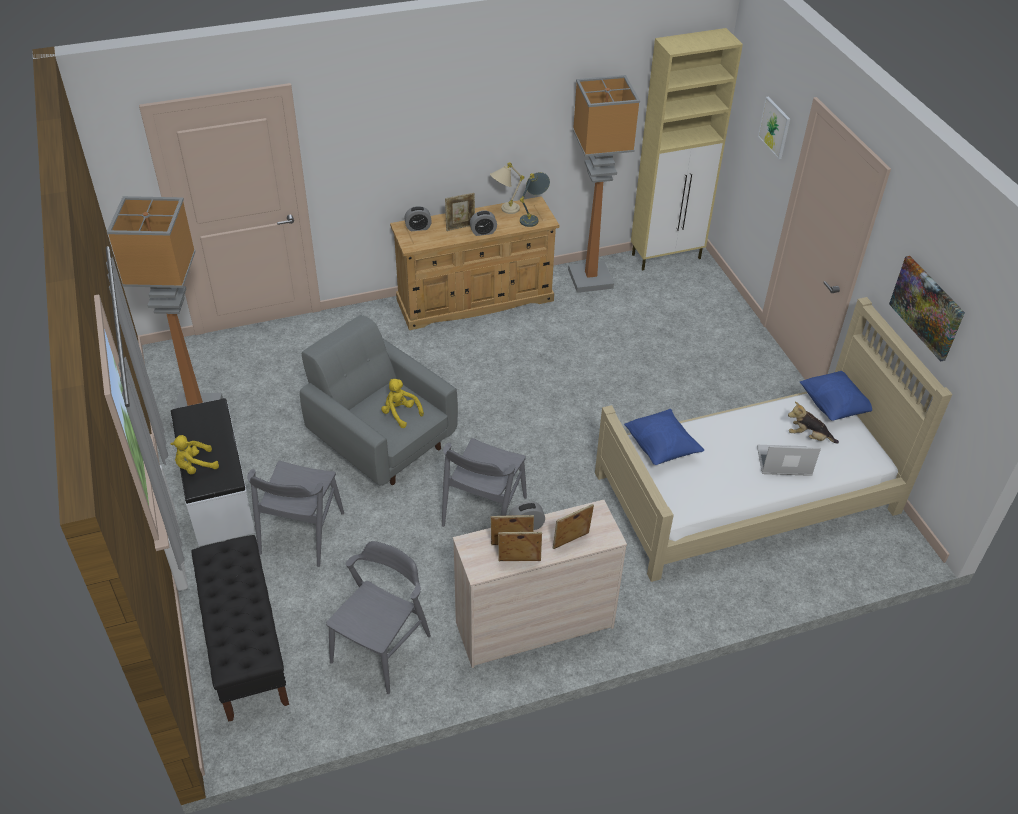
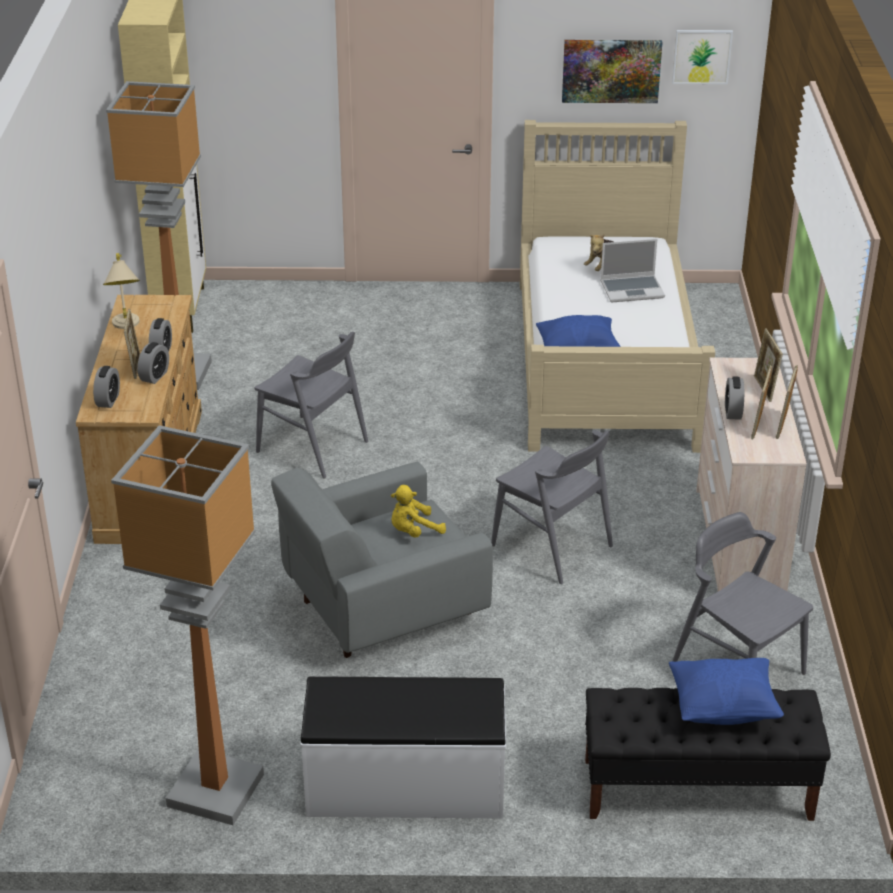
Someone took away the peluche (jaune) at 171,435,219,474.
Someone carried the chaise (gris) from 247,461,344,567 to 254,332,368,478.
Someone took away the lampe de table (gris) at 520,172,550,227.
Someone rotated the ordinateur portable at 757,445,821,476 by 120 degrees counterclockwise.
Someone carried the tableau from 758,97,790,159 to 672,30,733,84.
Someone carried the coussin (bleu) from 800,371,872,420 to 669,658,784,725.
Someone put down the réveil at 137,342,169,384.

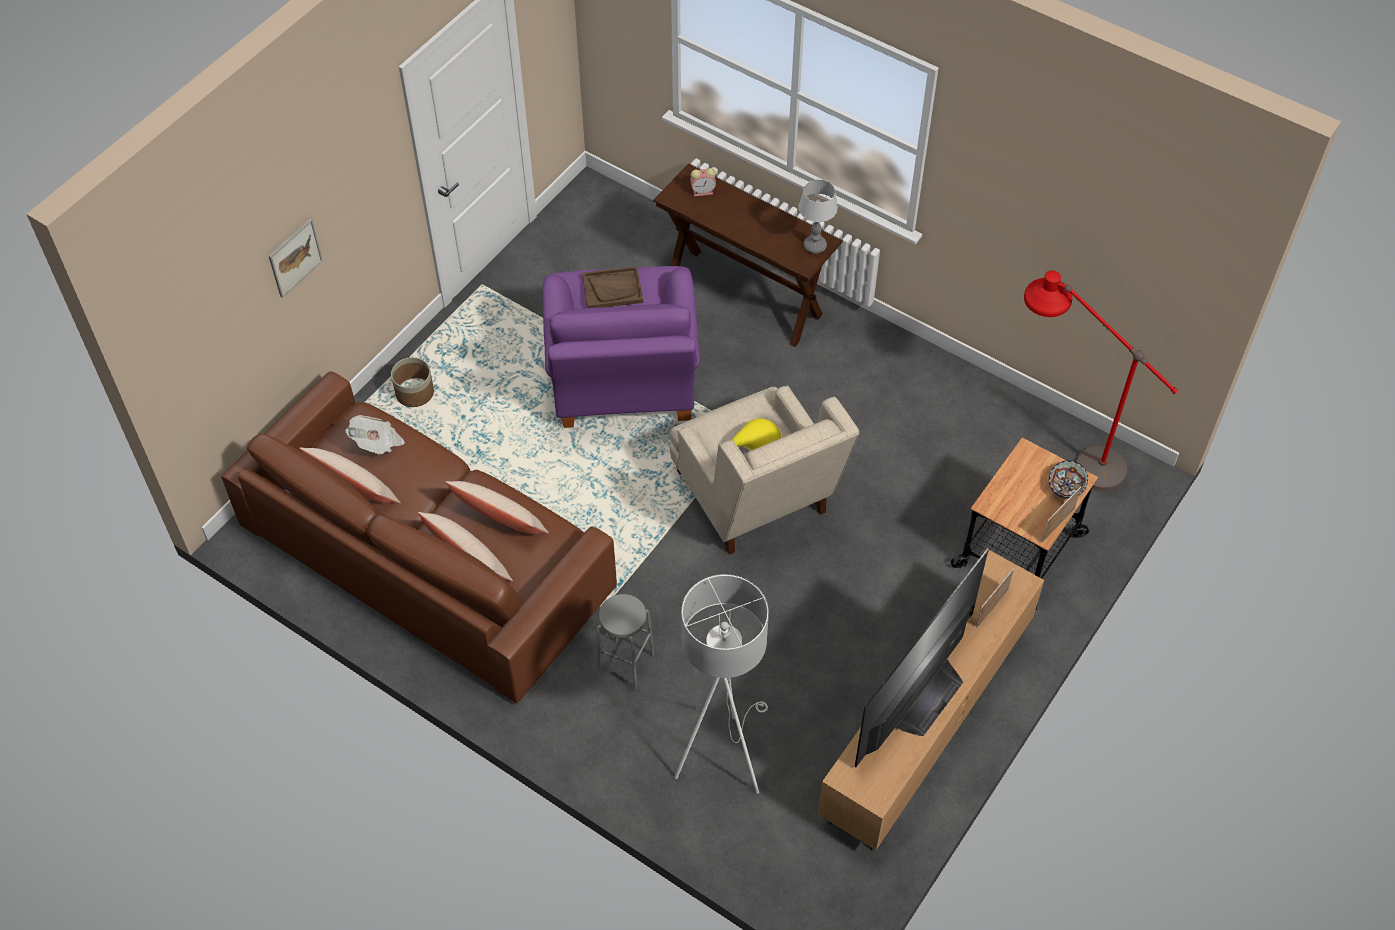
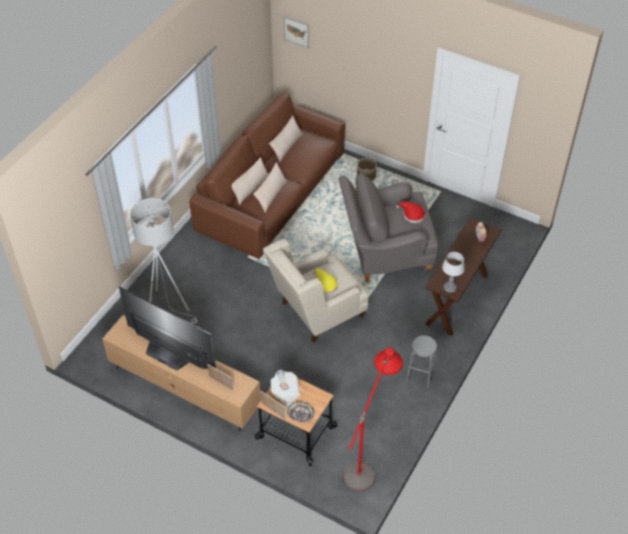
Someone carried the tableau from 269,219,323,298 to 284,16,309,48.
Someone carried the journal from 345,415,405,455 to 271,370,301,406.
Someone repainted the fauteuil (violet) at 543,266,700,428, which became the fauteuil (gris) at 339,173,439,282.
Someone swapped the plateau (marron) at 582,266,643,308 for the chapeau (rouge) at 396,201,425,223.
Someone carried the tabouret (gris) from 596,594,655,690 to 406,335,437,388.

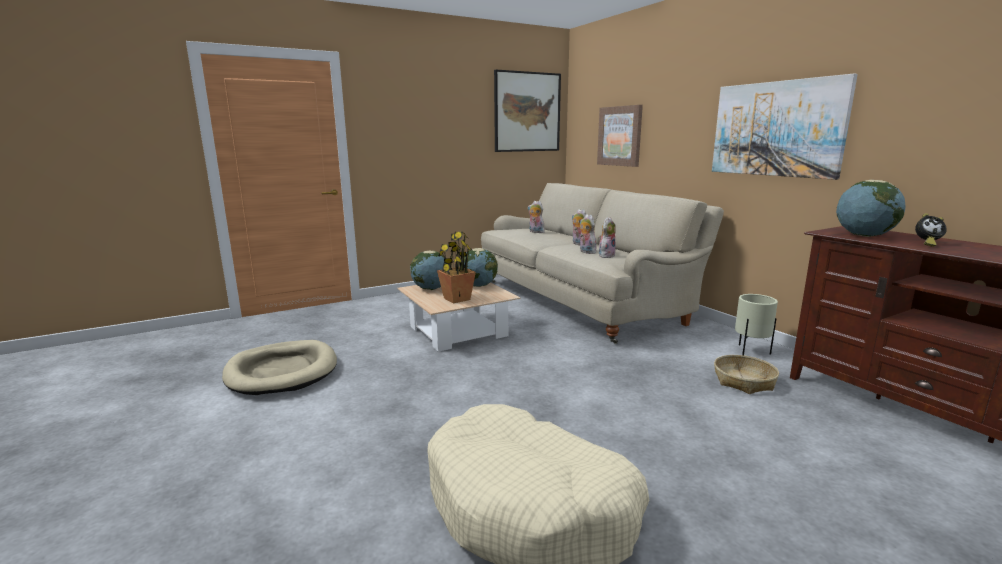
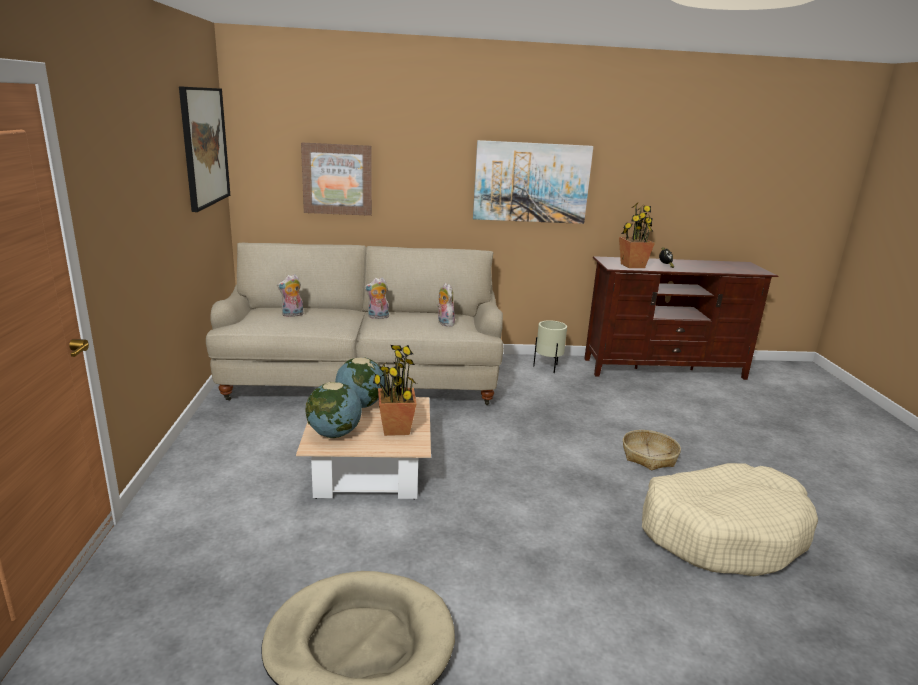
Someone took away the peluche at 580,214,597,254.
Someone carried the panier from 714,355,779,394 to 623,430,681,470.
Someone swapped the globe at 836,180,905,237 for the plante en pot at 619,203,655,268.

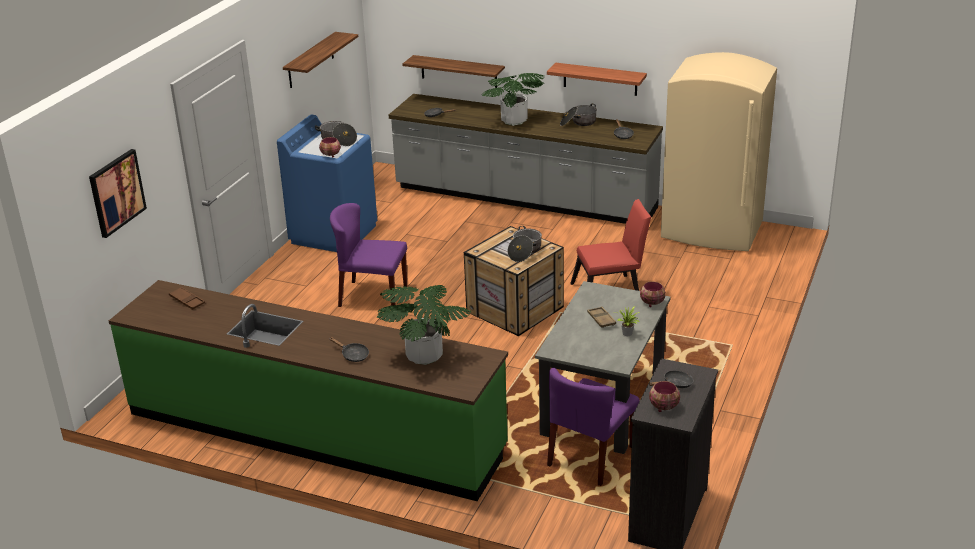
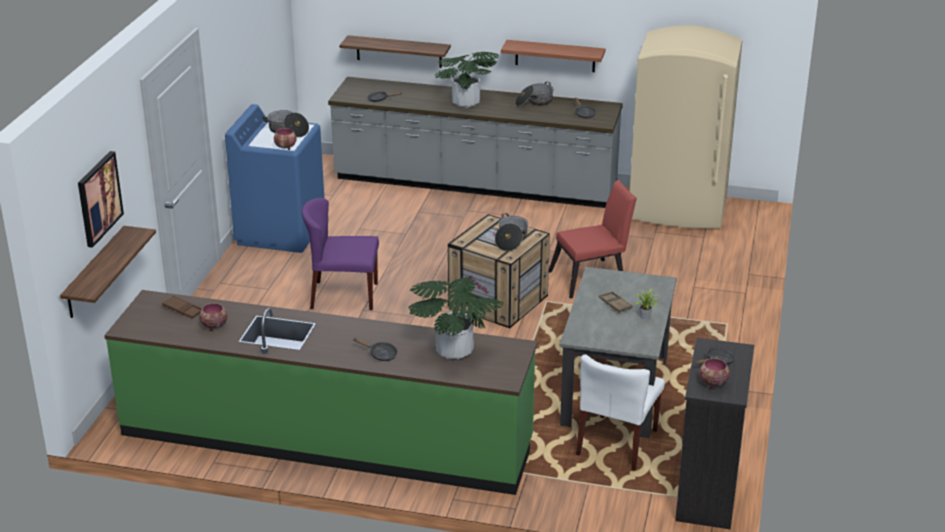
Someone carried the étagère from 283,32,358,88 to 60,226,156,318.
Someone repainted the chaise (violet) at 547,368,640,486, which became the chaise (blanc) at 576,354,665,471.
Someone carried the bol from 640,281,666,307 to 200,303,227,331.

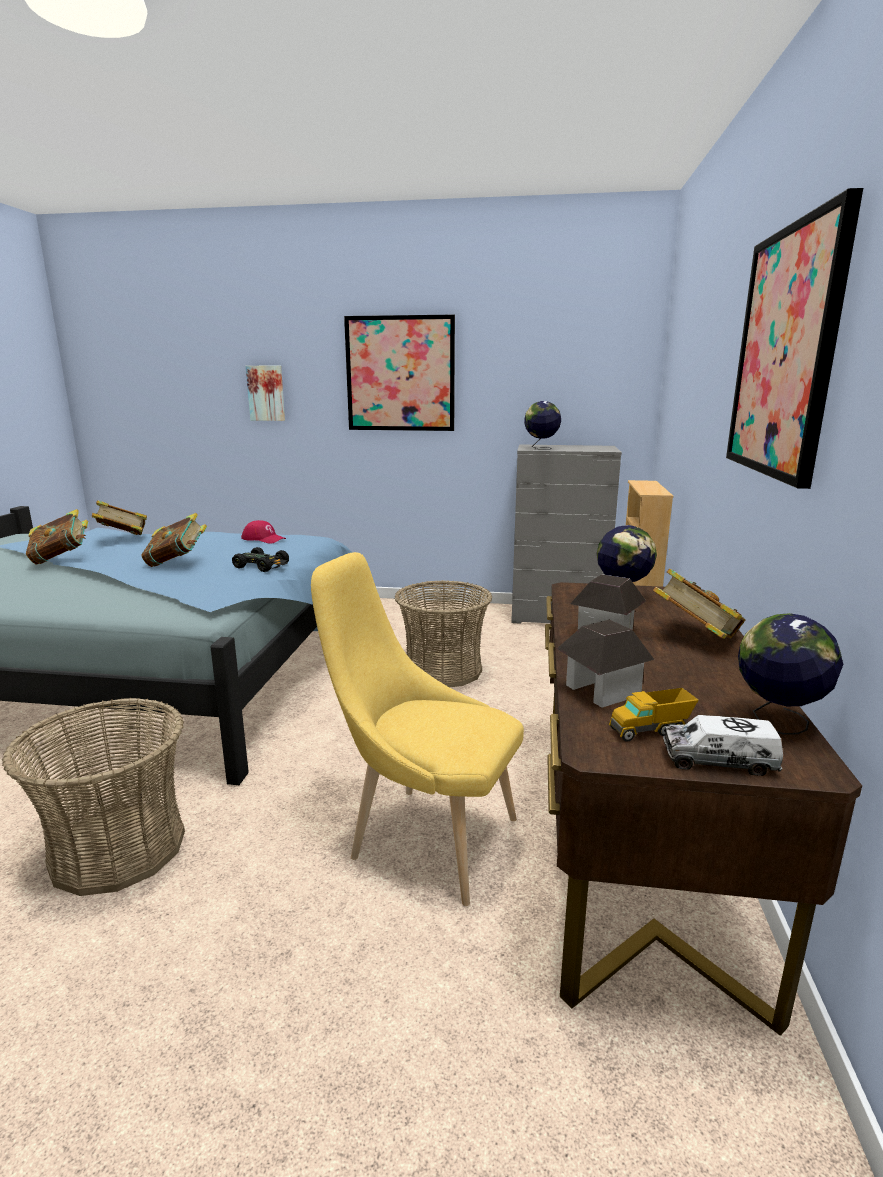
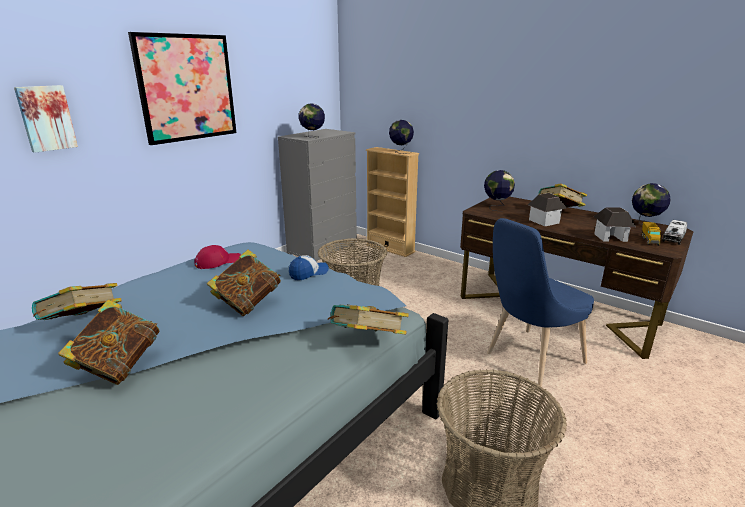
Someone swapped the petite voiture (noir) at 232,547,289,572 for the casquette at 289,255,329,280.
Someone repainted the chaise (jaune) at 311,552,524,906, which became the chaise (bleu) at 487,218,594,387.
Someone took away the tableau at 726,188,863,489.
Someone put down the livre at 328,304,409,335.
Someone put down the globe at 389,120,414,154.

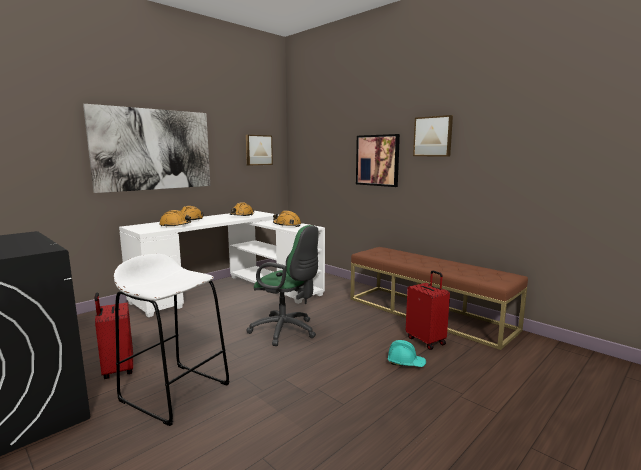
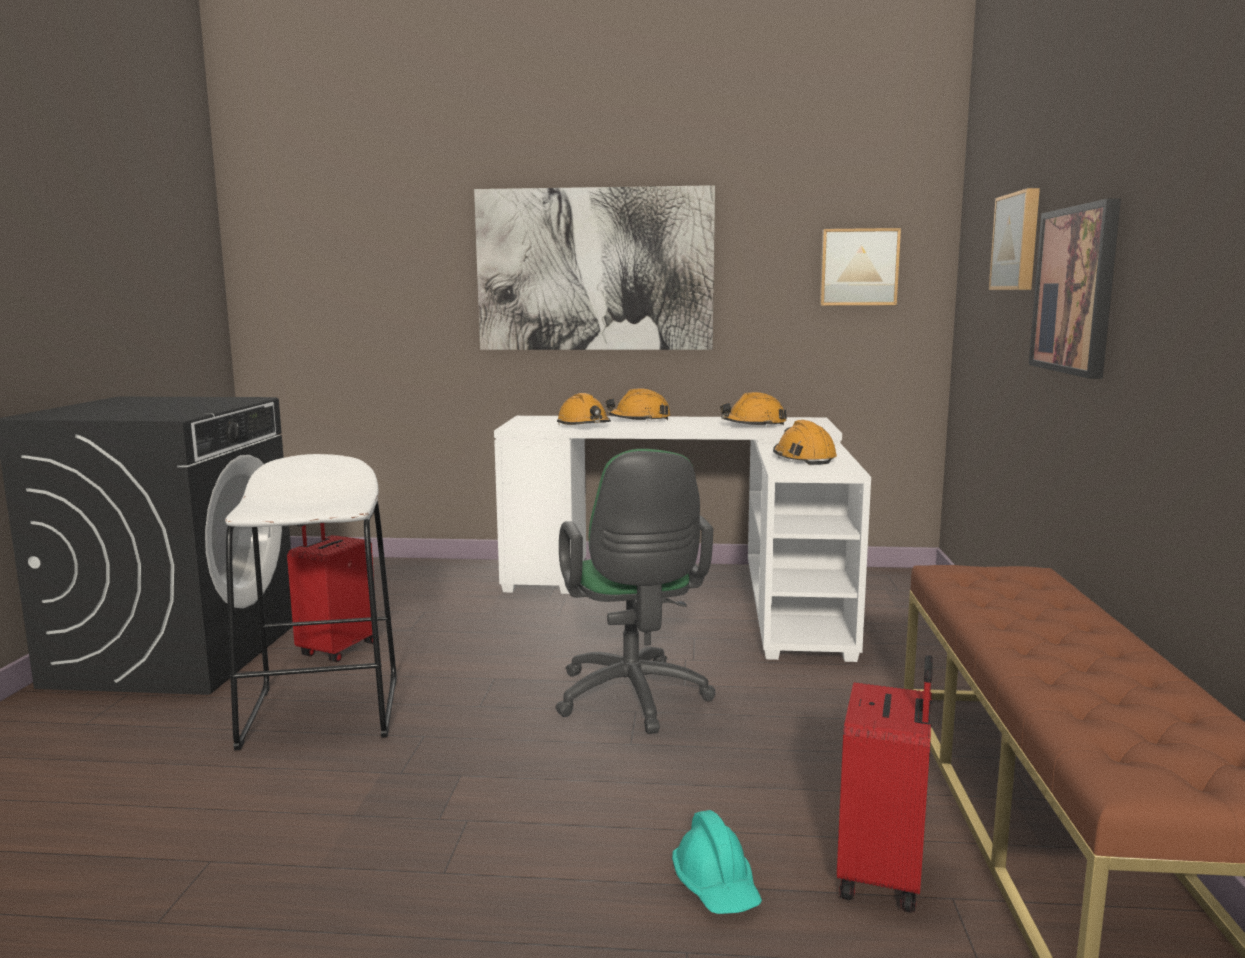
Someone carried the tableau from 413,115,453,156 to 989,188,1040,290.

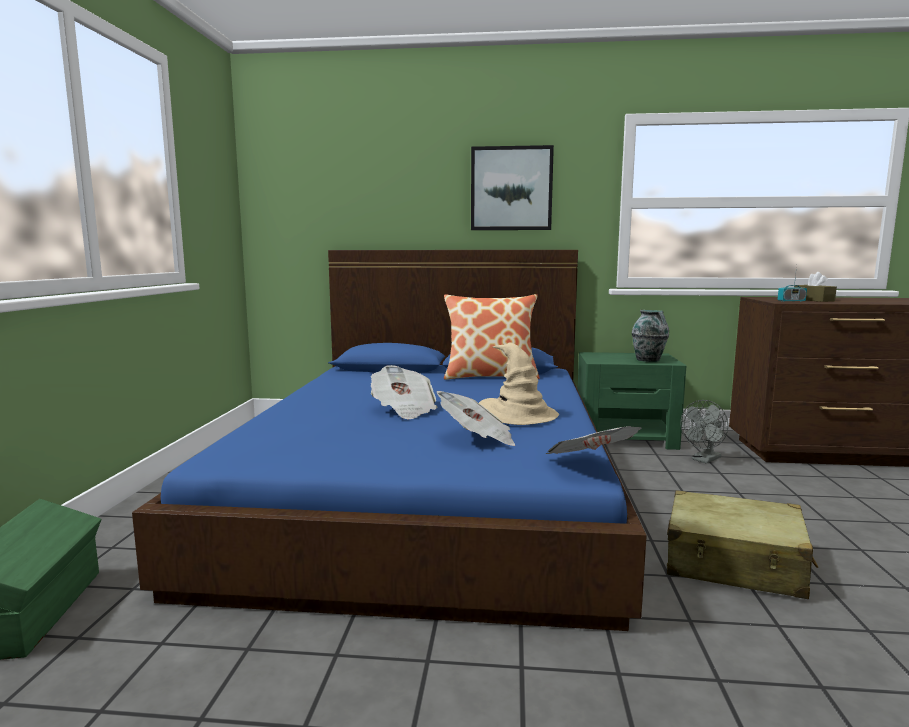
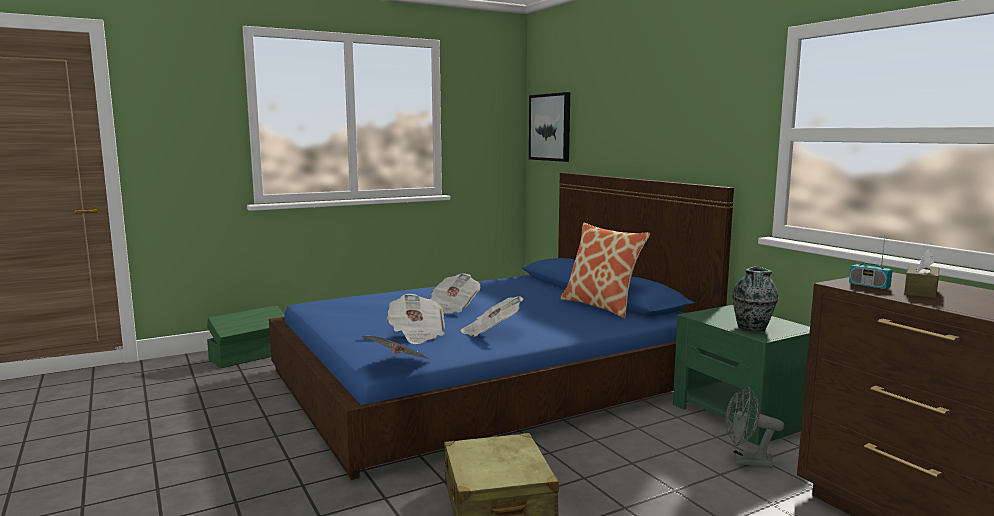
Someone carried the tableau from 471,145,554,230 to 529,92,570,162.
Someone swapped the chapeau (beige) at 479,342,559,425 for the journal at 461,296,524,337.

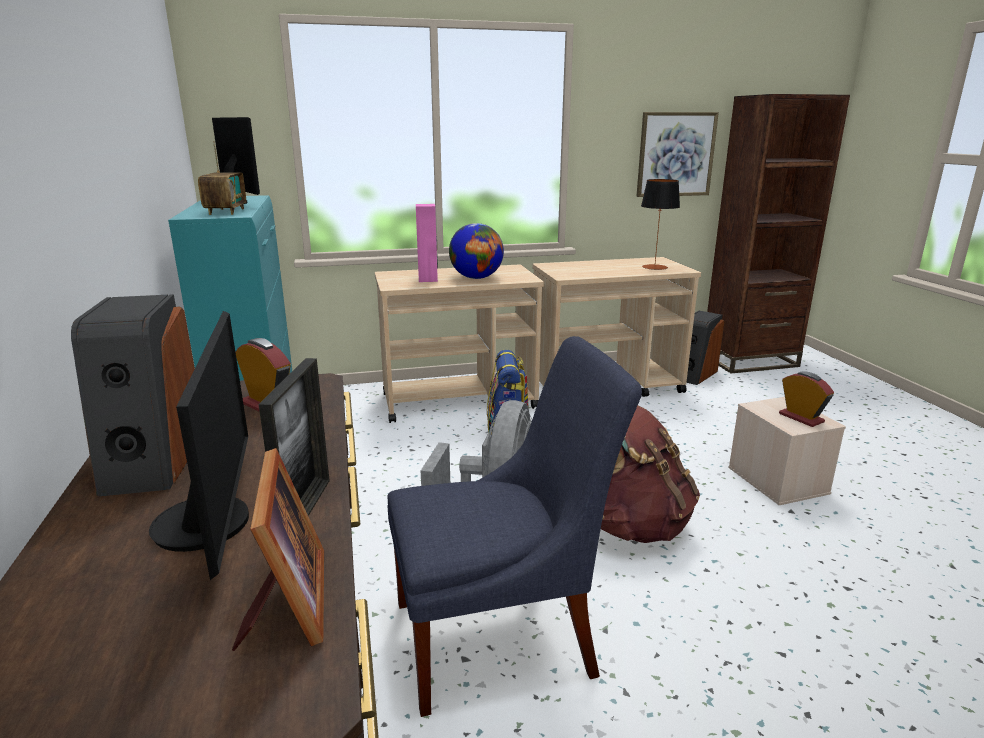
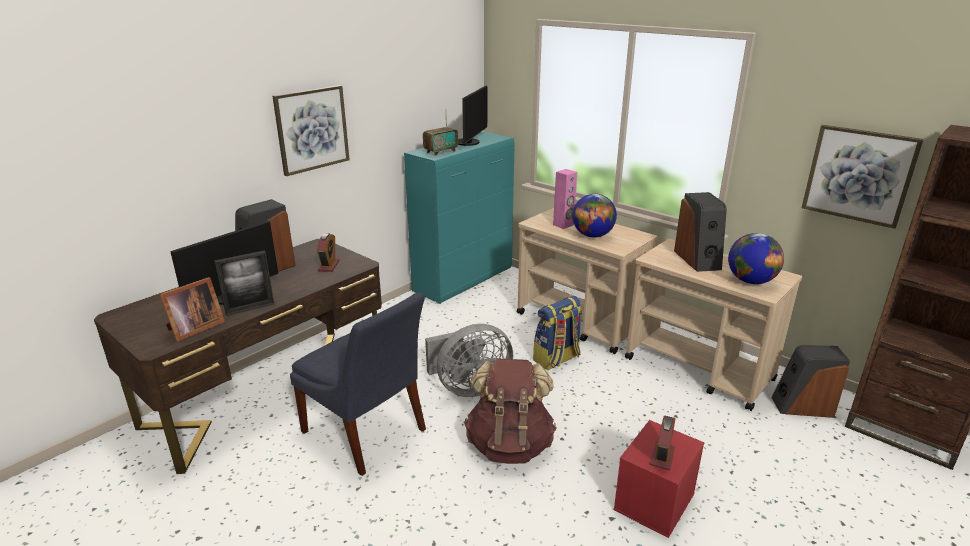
Someone swapped the lampe de table at 641,179,680,270 for the globe at 728,233,784,284.
Someone repainted the boîte de rangement (beige) at 728,397,846,505, which became the boîte de rangement (rouge) at 613,420,705,538.
Someone put up the tableau at 273,85,350,176.
Someone put down the enceinte at 674,192,727,272.

